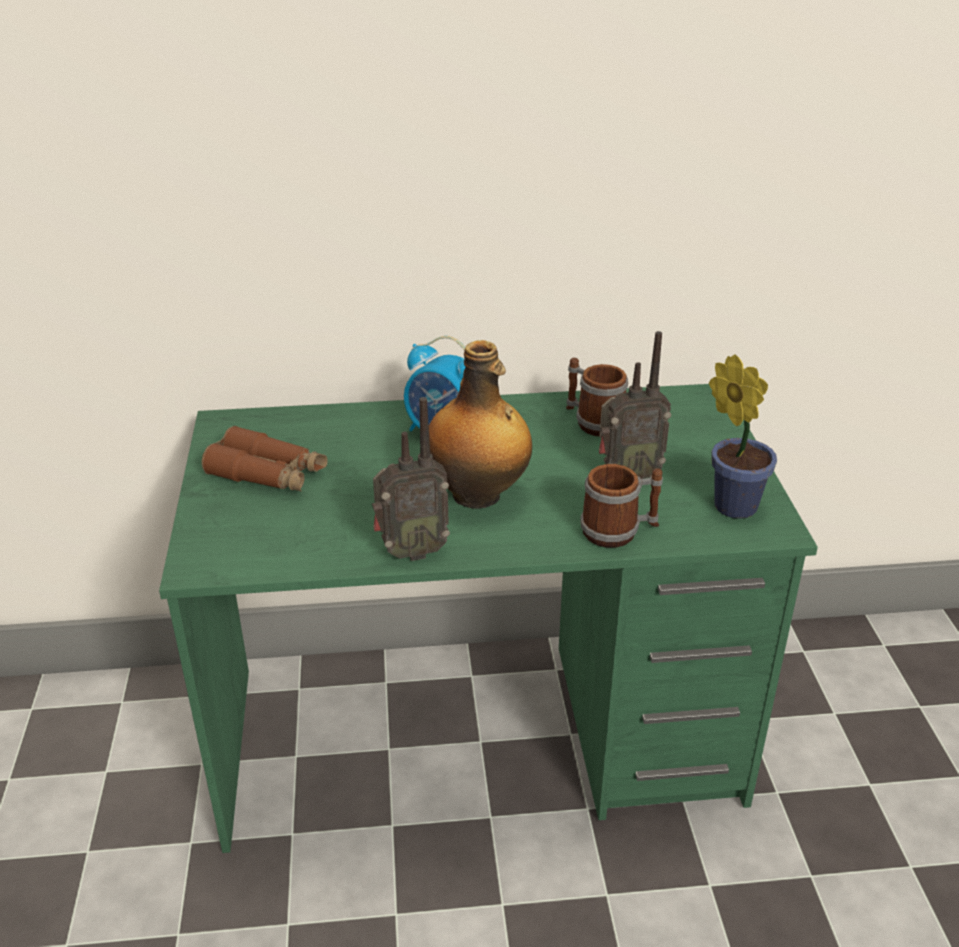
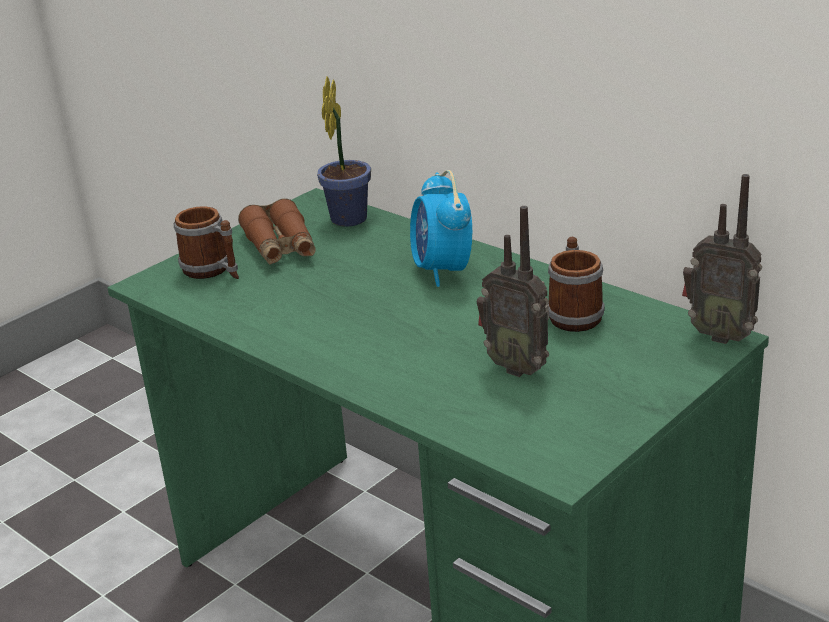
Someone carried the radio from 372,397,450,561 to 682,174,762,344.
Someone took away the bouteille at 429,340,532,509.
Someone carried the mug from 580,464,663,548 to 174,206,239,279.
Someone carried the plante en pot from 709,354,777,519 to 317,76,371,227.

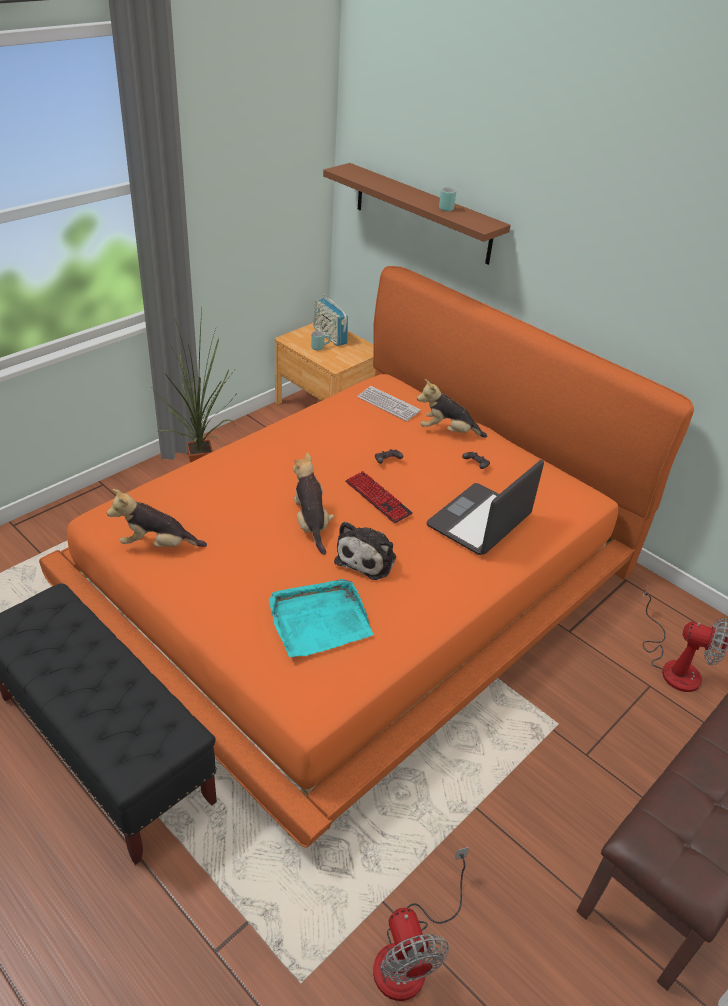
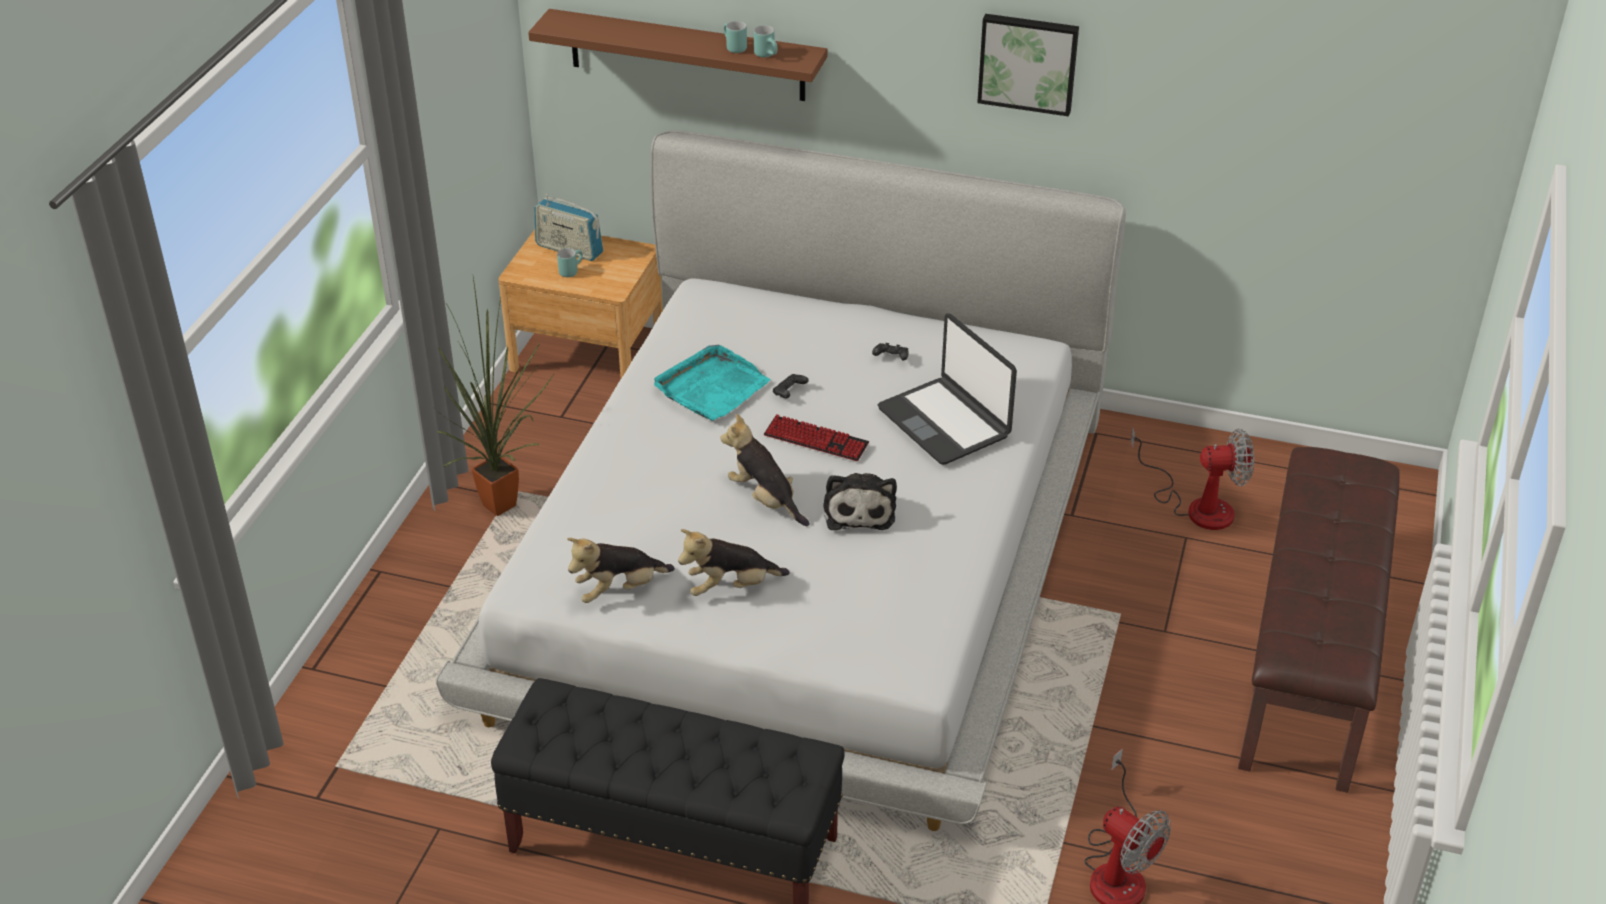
Someone repainted the lit (orange) at 39,266,694,848, which became the lit (blanc) at 436,131,1126,831.
Someone carried the plateau (turquoise) from 269,579,373,657 to 654,345,771,421.
Someone took away the clavier at 357,386,421,421.
Someone carried the peluche from 417,379,487,438 to 678,529,790,596.
Someone rotated the ordinateur portable at 427,460,544,555 by 45 degrees counterclockwise.
Someone put down the mug (turquoise) at 754,25,777,57.
Someone put up the tableau at 977,14,1079,117.

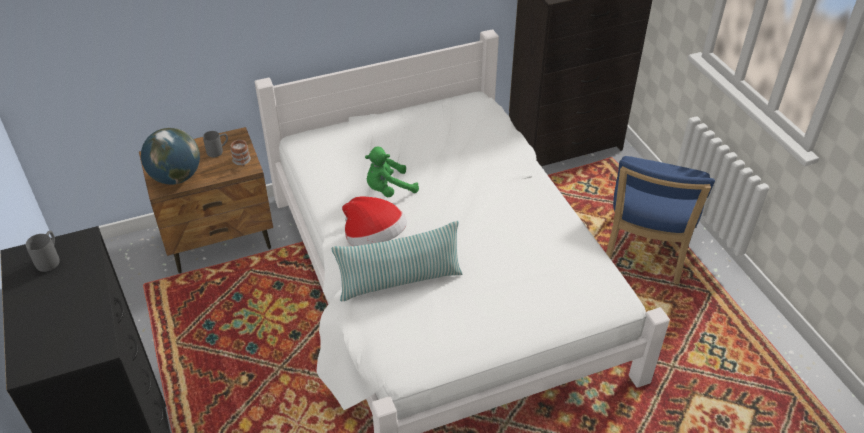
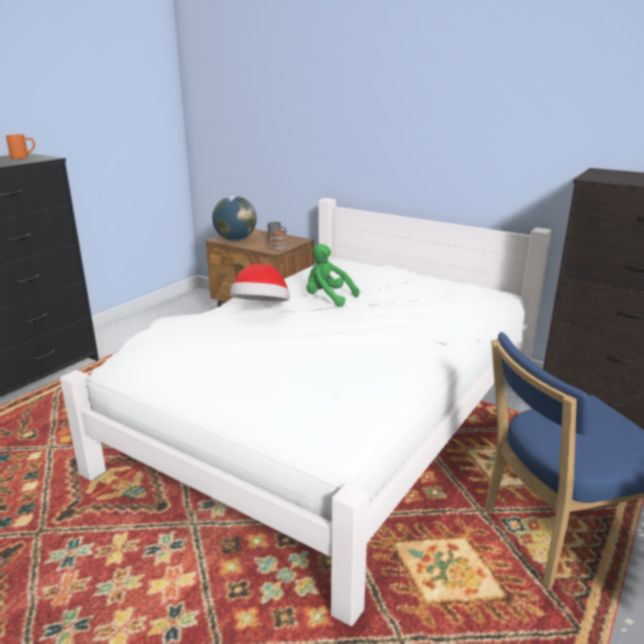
Someone repainted the mug (gris) at 26,231,60,272, which became the mug (orange) at 6,134,35,159.
Someone took away the coussin at 332,221,462,301.

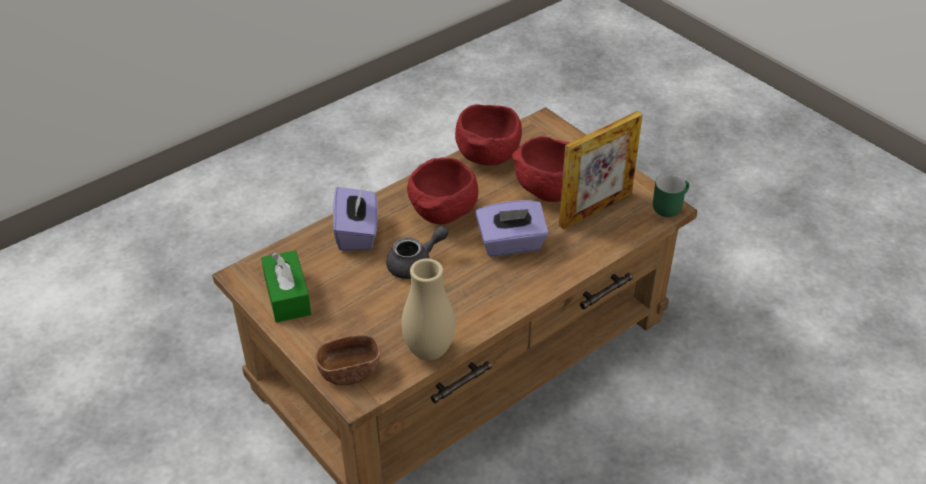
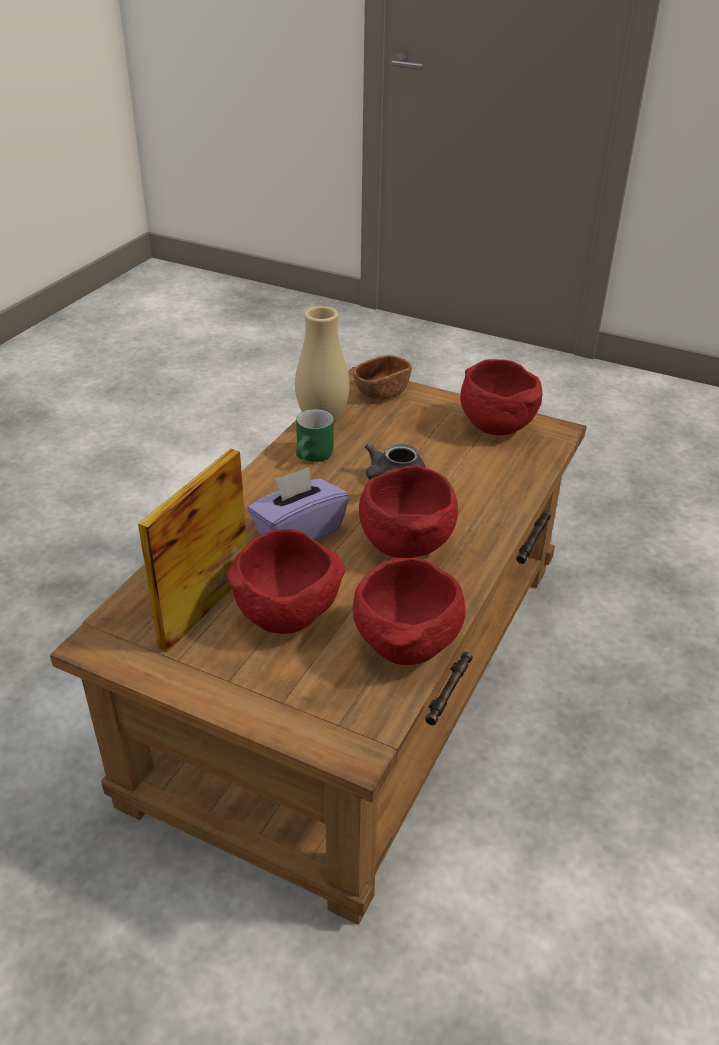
Someone swapped the boîte à mouchoirs (vert) at 261,250,311,323 for the bol (rouge) at 460,359,543,435.
Someone took away the boîte à mouchoirs (violet) at 333,187,378,251.
Someone carried the mug (vert) from 653,174,689,217 to 296,409,334,462.

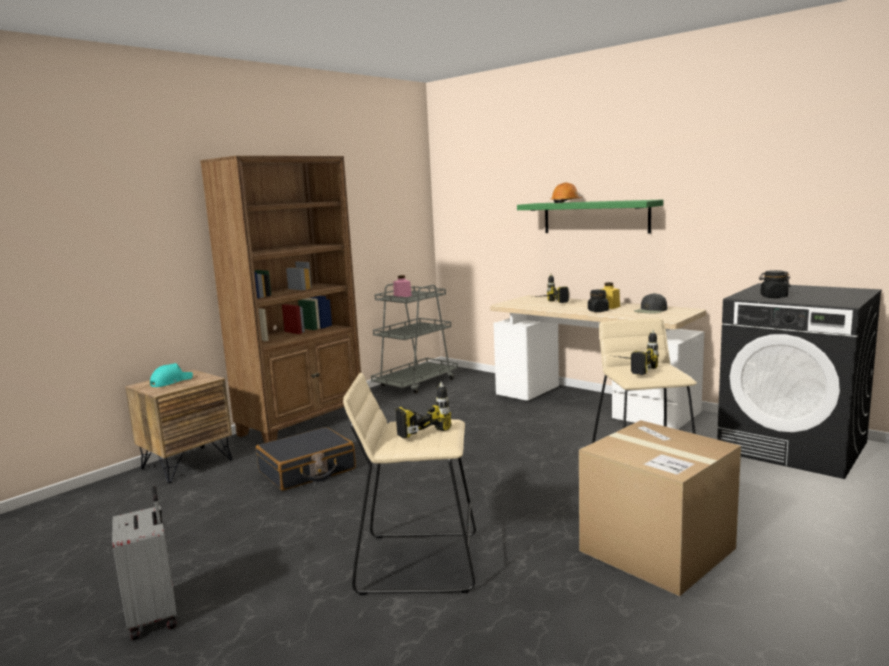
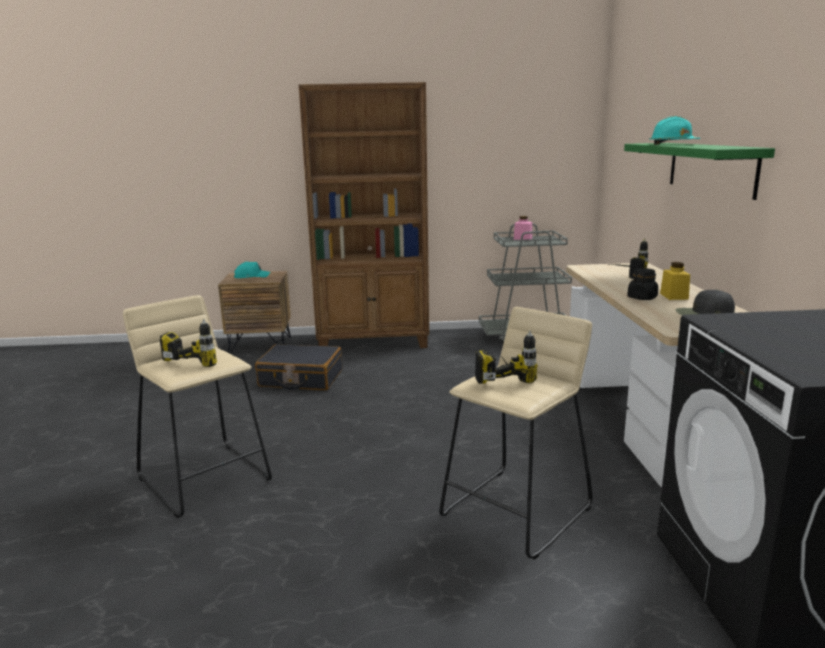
Someone took away the valise (gris) at 112,486,177,640.
Someone repainted the casque de chantier (orange) at 551,183,582,203, which became the casque de chantier (turquoise) at 649,116,700,145.
Someone took away the carton at 579,420,741,596.
Someone took away the bocal (noir) at 759,270,790,298.

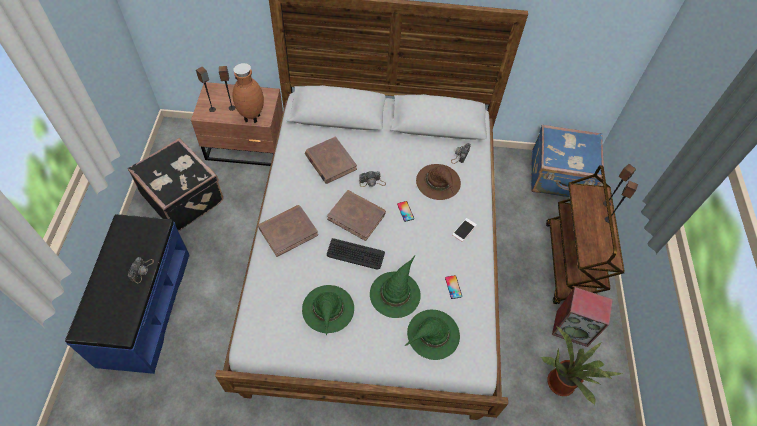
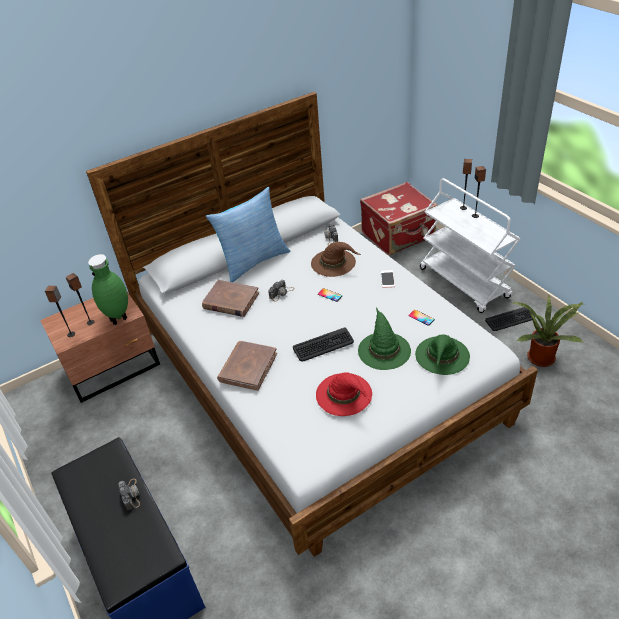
Someone took away the valise (noir) at 128,138,223,231.
Someone repainted the vase (marron) at 233,63,264,123, which became the vase (vert) at 88,254,128,325.
Someone repainted the chapeau (vert) at 302,285,354,336, which became the chapeau (rouge) at 316,372,372,416.
Someone took away the livre (marron) at 327,190,386,241.
Someone repainted the valise (bleu) at 531,125,604,197, which became the valise (rouge) at 360,181,438,255.
Someone repainted the chariot (marron) at 546,165,625,304, which became the chariot (blanc) at 420,178,520,313.
Someone swapped the enceinte at 552,287,613,347 for the clavier at 485,307,535,331.
Someone put down the coussin at 206,187,290,282.

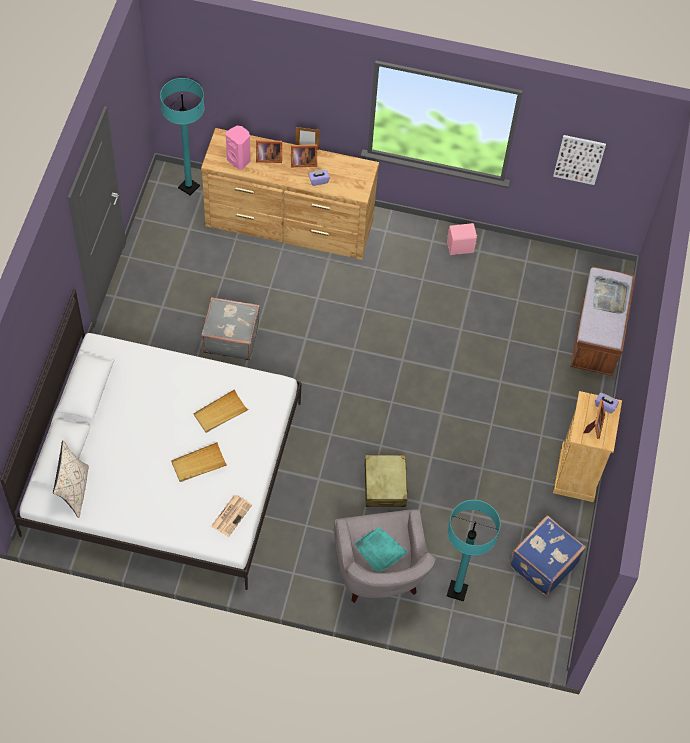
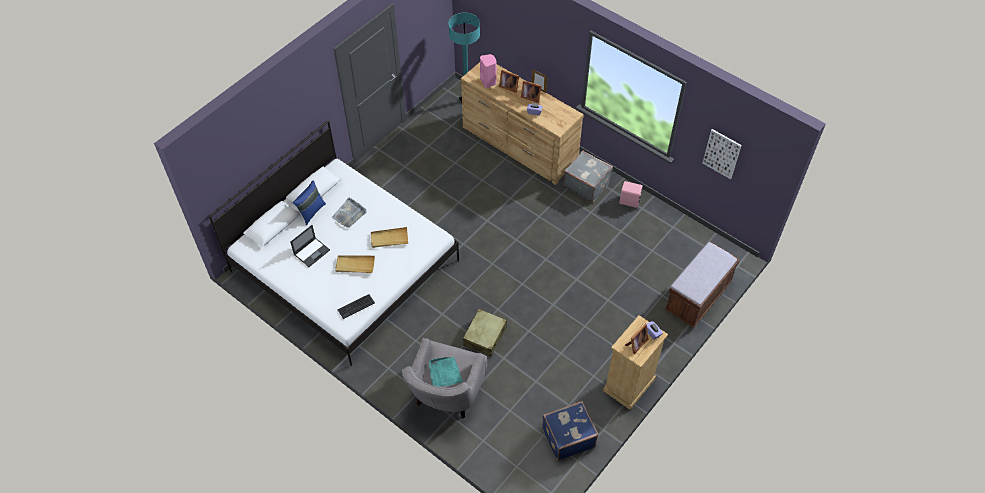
Someone took away the coussin (beige) at 53,440,89,518.
Someone carried the valise (gris) from 201,297,260,360 to 563,151,613,202.
Someone swapped the journal at 211,495,252,537 for the clavier at 338,294,375,319.
Someone took away the lampadaire (turquoise) at 447,500,500,602.
Someone carried the plateau (gris) from 593,276,630,313 to 332,197,366,228.
Someone put down the ordinateur portable at 290,225,330,267.
Someone put down the coussin (bleu) at 293,181,326,225.

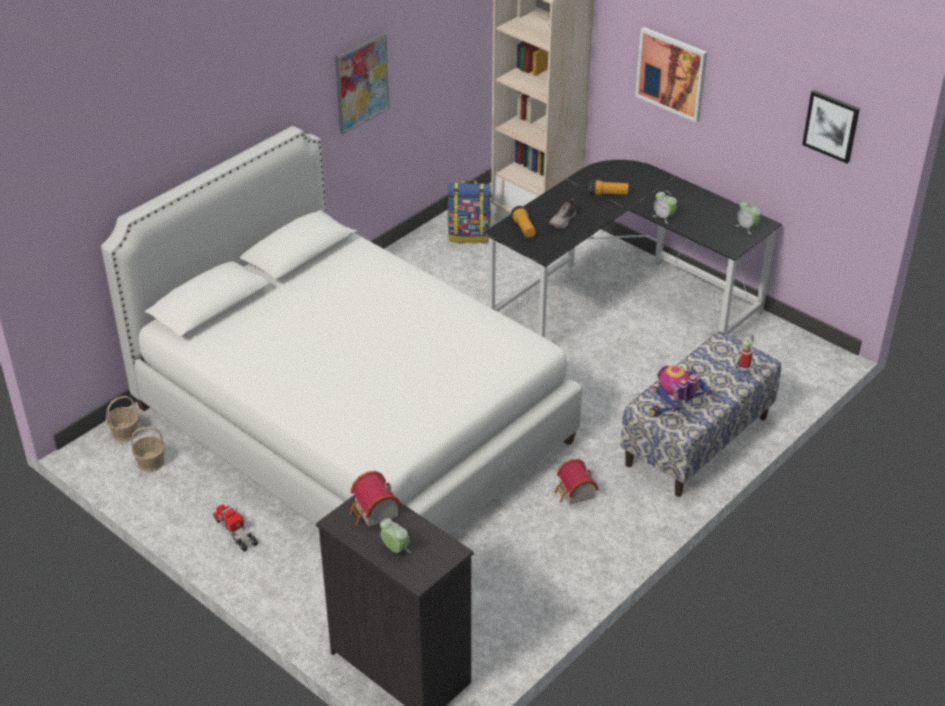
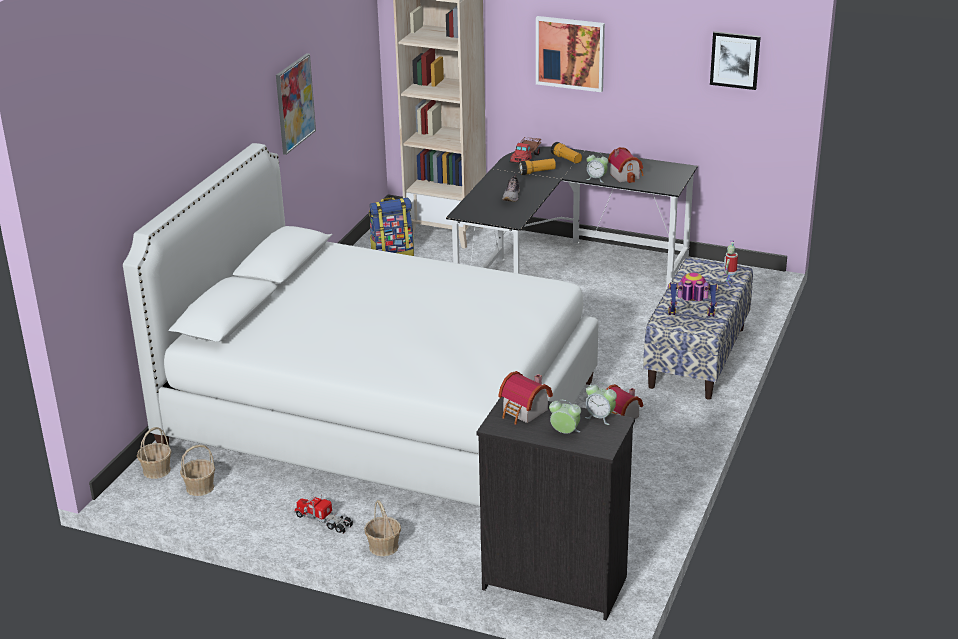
Someone carried the lampe de poche from 511,206,536,238 to 551,142,582,163.
Someone rotated the robot jouet at 650,366,712,417 by 60 degrees clockwise.
Someone carried the réveil from 736,201,761,234 to 585,382,617,425.
Someone put down the panier at 364,500,401,557.
Someone put down the camion jouet at 509,137,541,164.
Someone put down the maison miniature at 608,147,644,183.

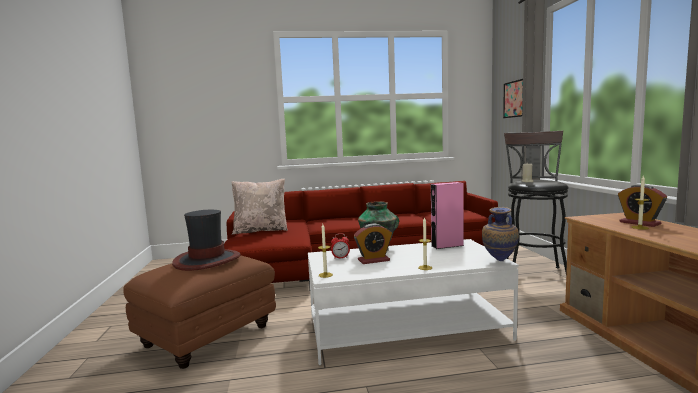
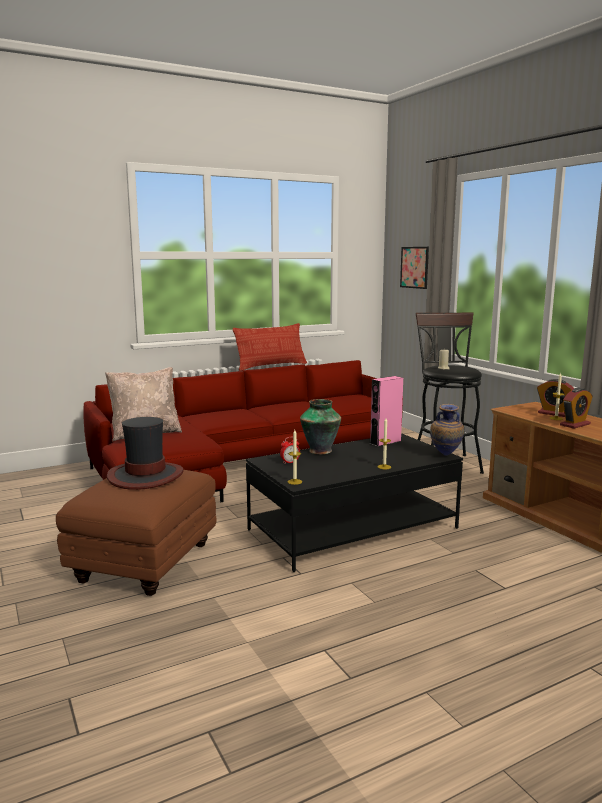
Someone repainted the table basse (blanc) at 308,239,519,365, which became the table basse (noir) at 246,433,463,572.
Someone carried the réveil from 354,223,392,264 to 560,388,592,429.
Someone put down the coussin at 233,323,307,371.

